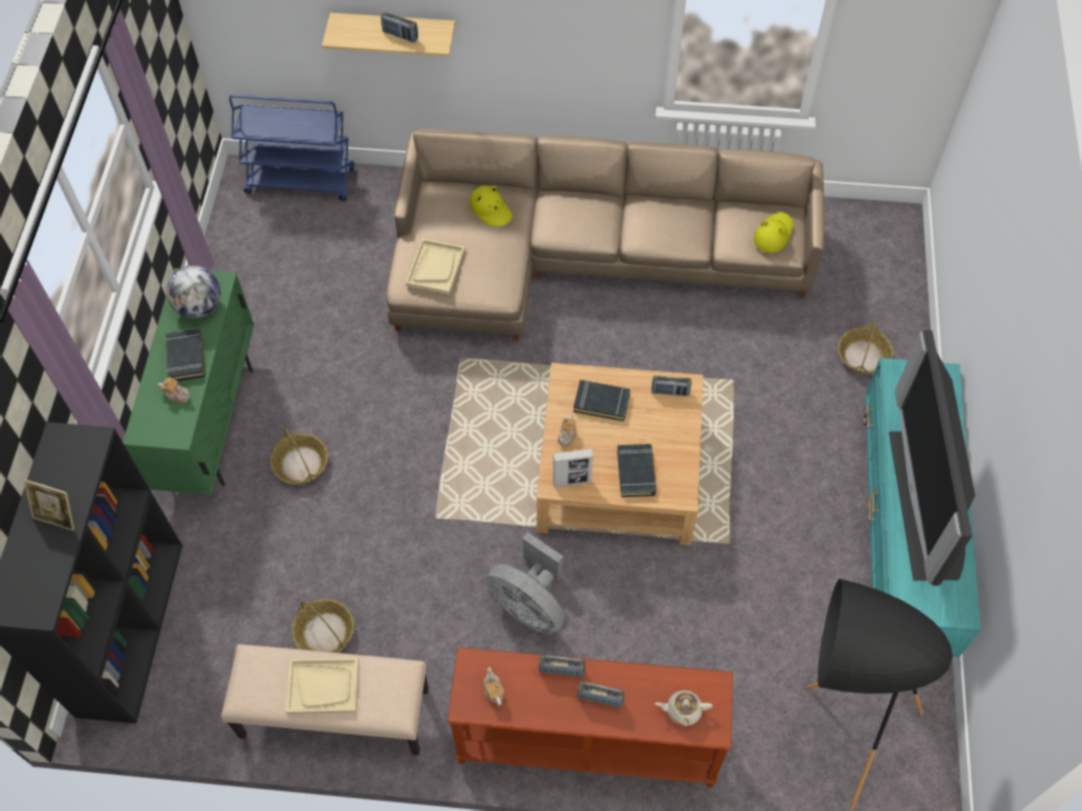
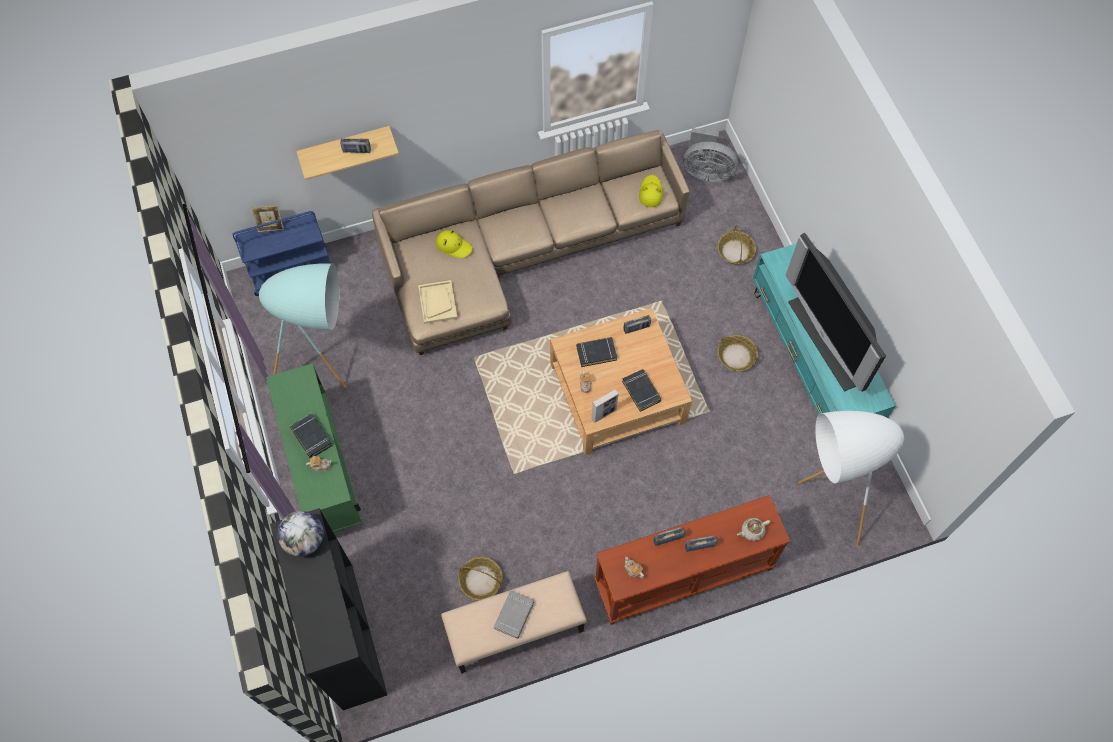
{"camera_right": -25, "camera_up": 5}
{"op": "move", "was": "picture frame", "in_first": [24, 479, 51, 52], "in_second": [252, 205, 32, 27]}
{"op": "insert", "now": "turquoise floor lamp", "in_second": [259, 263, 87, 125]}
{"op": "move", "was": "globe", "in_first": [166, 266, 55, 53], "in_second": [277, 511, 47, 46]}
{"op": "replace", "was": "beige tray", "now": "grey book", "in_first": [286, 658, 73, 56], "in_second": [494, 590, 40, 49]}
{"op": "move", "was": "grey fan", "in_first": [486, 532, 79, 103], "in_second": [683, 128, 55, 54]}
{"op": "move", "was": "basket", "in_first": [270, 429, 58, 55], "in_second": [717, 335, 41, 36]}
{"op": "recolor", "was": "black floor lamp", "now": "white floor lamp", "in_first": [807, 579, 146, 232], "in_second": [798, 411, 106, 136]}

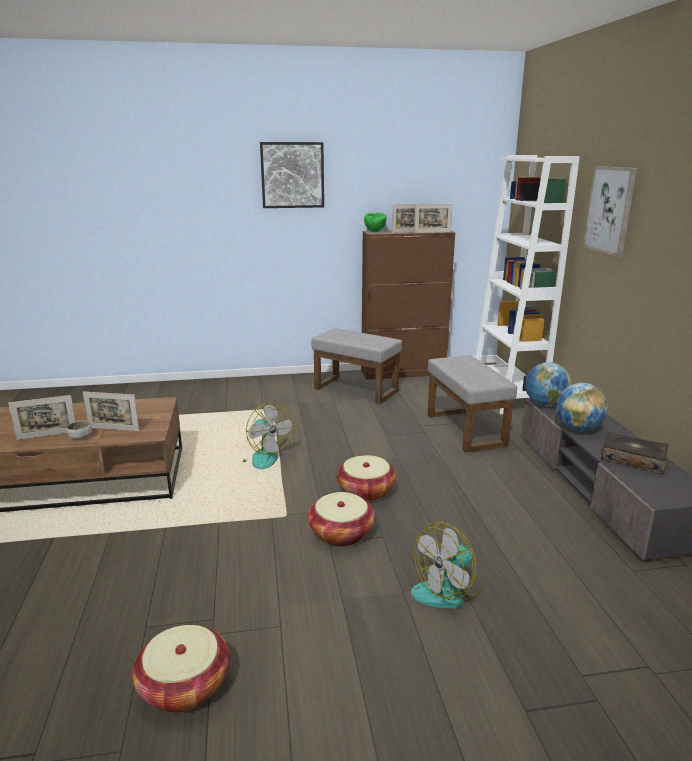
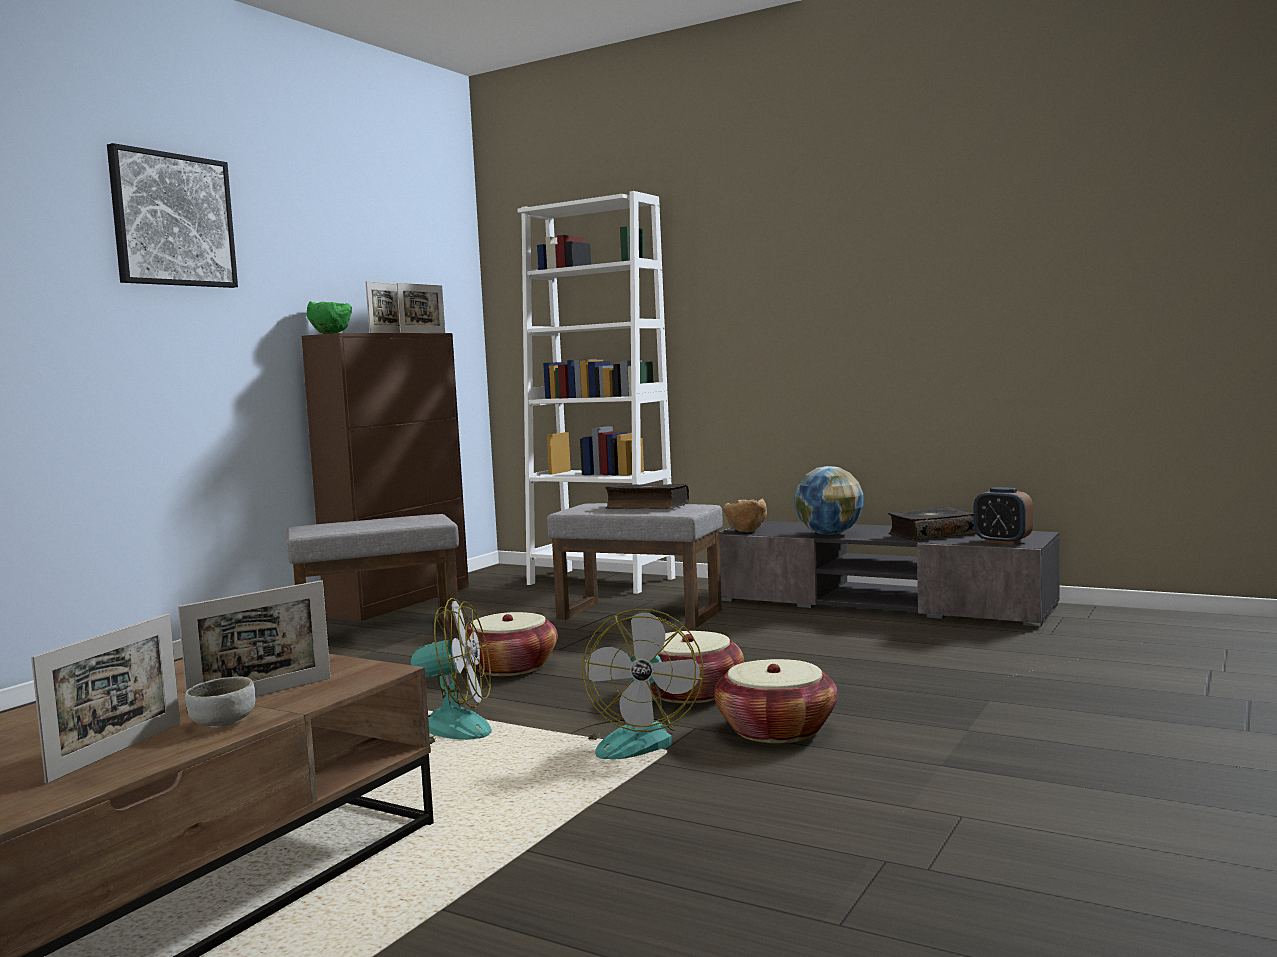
{"camera_right": -50, "camera_up": -15}
{"op": "move", "was": "basket", "in_first": [132, 625, 98, 88], "in_second": [461, 612, 97, 64]}
{"op": "move", "was": "fan", "in_first": [411, 522, 72, 86], "in_second": [571, 609, 132, 150]}
{"op": "insert", "now": "book", "in_second": [605, 484, 84, 25]}
{"op": "replace", "was": "globe", "now": "brown bowl", "in_first": [525, 362, 47, 45], "in_second": [723, 499, 44, 33]}
{"op": "insert", "now": "alarm clock", "in_second": [973, 487, 60, 58]}
{"op": "delete", "was": "picture", "in_first": [583, 166, 54, 91]}

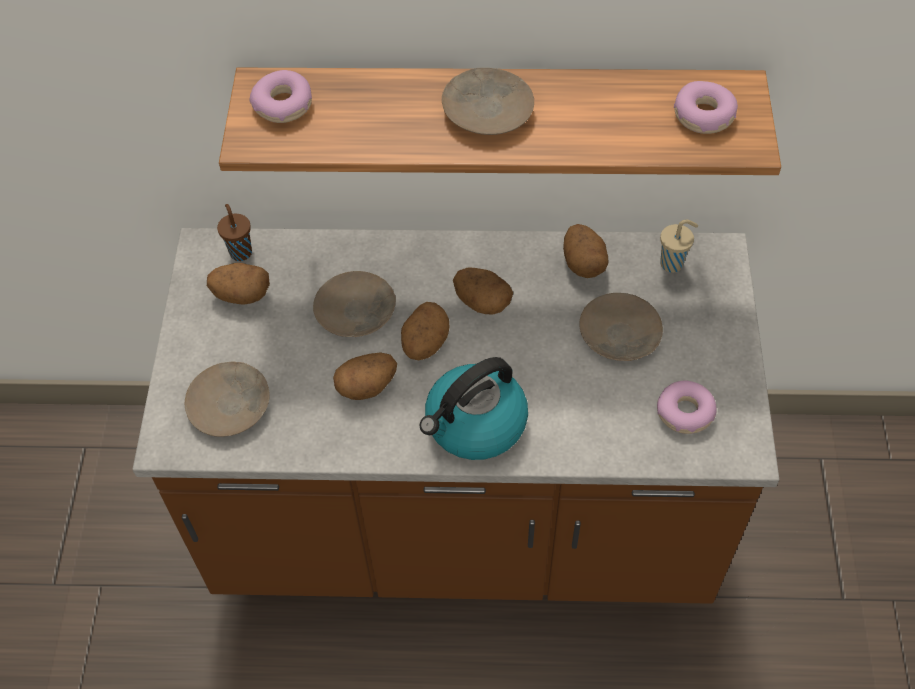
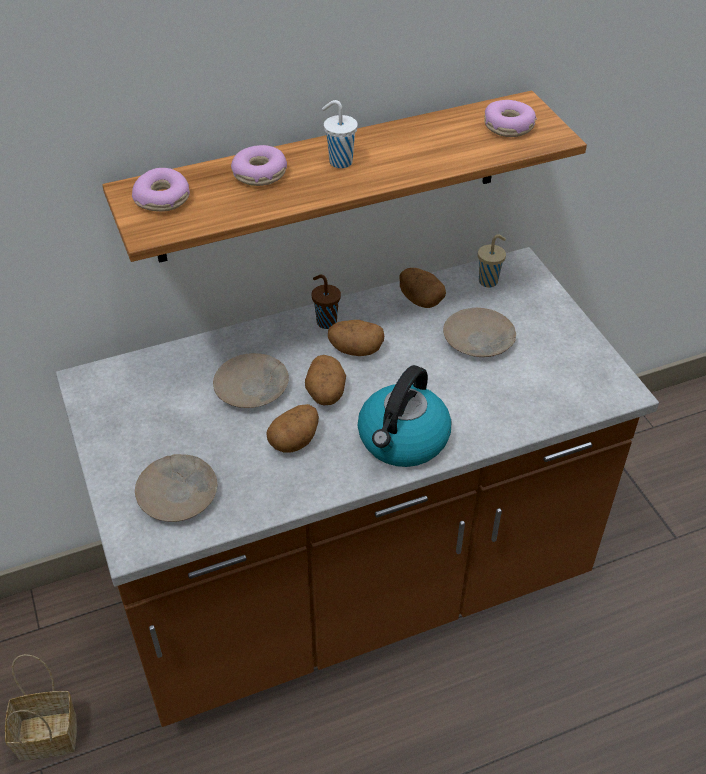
{"camera_right": -25, "camera_up": -10}
{"op": "insert", "now": "basket", "in_second": [5, 654, 72, 106]}
{"op": "move", "was": "donut", "in_first": [657, 381, 60, 53], "in_second": [231, 145, 56, 41]}
{"op": "move", "was": "brown cup", "in_first": [217, 204, 35, 57], "in_second": [311, 275, 30, 54]}
{"op": "replace", "was": "beige plate", "now": "white cup", "in_first": [442, 68, 92, 67], "in_second": [322, 100, 36, 68]}
{"op": "delete", "was": "potato", "in_first": [207, 263, 63, 42]}

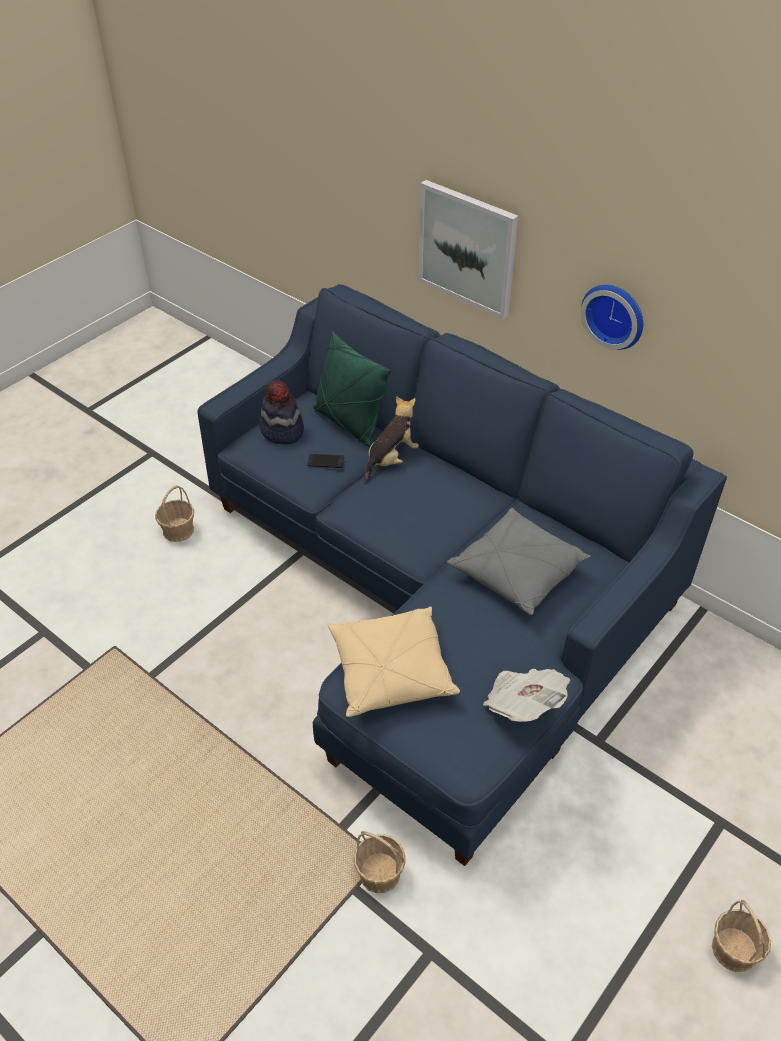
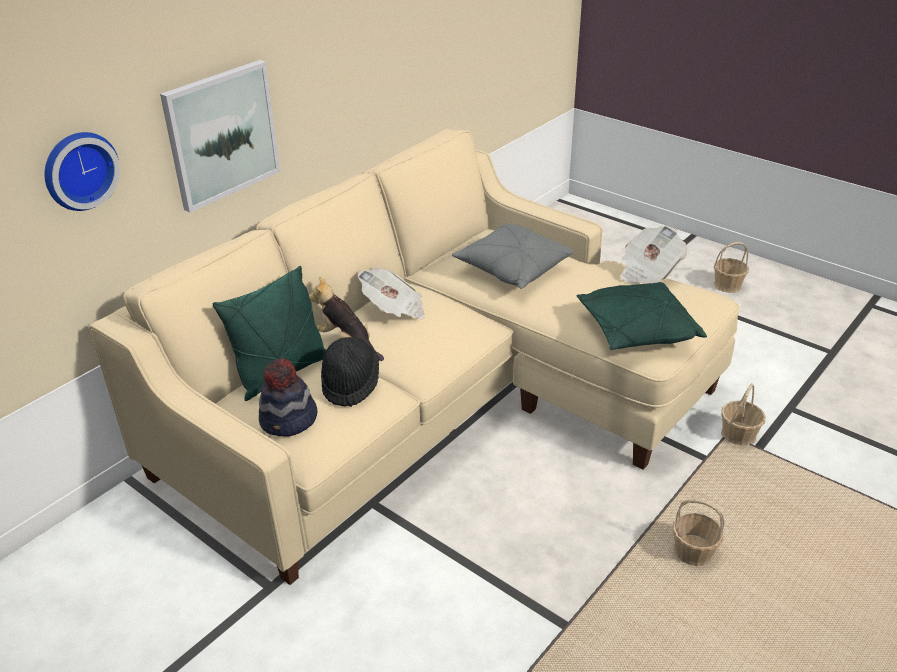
{"camera_right": -90, "camera_up": -10}
{"op": "move", "was": "wall clock", "in_first": [581, 285, 62, 65], "in_second": [45, 132, 75, 79]}
{"op": "recolor", "was": "blue sofa", "now": "beige sofa", "in_first": [197, 284, 530, 582], "in_second": [88, 129, 652, 456]}
{"op": "replace", "was": "phone", "now": "black hat", "in_first": [307, 454, 37, 14], "in_second": [321, 337, 58, 70]}
{"op": "insert", "now": "newspaper", "in_second": [358, 268, 67, 51]}
{"op": "recolor", "was": "beige pillow", "now": "green pillow", "in_first": [328, 606, 132, 111], "in_second": [576, 282, 131, 68]}
{"op": "move", "was": "basket", "in_first": [155, 485, 39, 57], "in_second": [673, 499, 52, 67]}

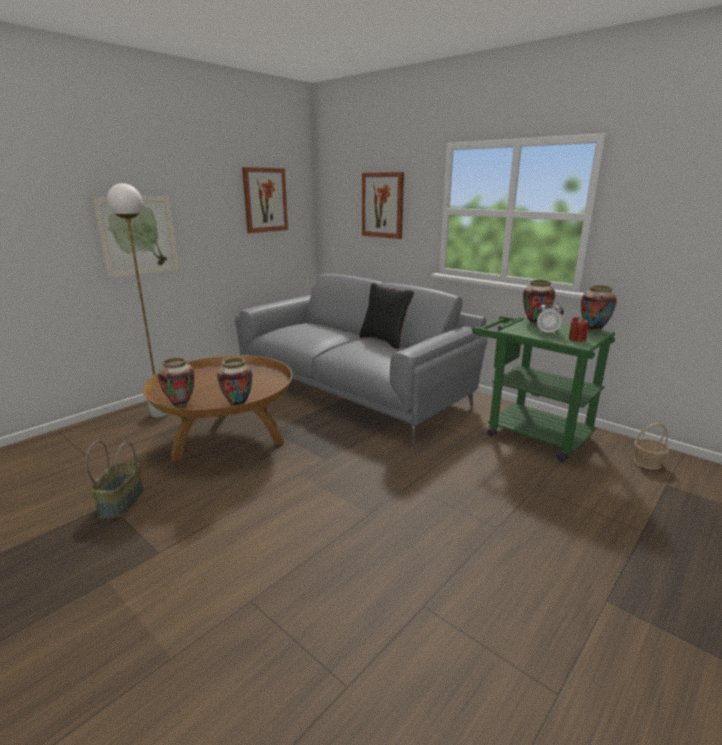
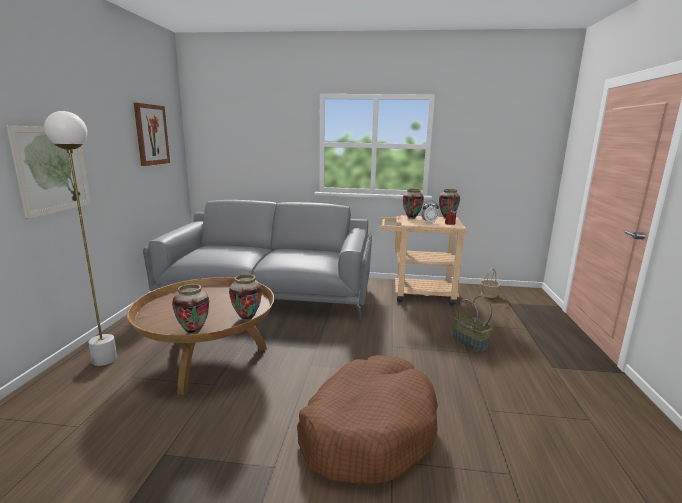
{"camera_right": -35, "camera_up": -5}
{"op": "insert", "now": "brown dog bed", "in_second": [297, 355, 141, 130]}
{"op": "recolor", "was": "green cart", "now": "beige cart", "in_first": [472, 316, 143, 146], "in_second": [379, 215, 88, 91]}
{"op": "move", "was": "basket", "in_first": [86, 441, 58, 77], "in_second": [453, 296, 39, 56]}
{"op": "delete", "was": "black pillow", "in_first": [359, 283, 55, 66]}
{"op": "delete", "was": "picture", "in_first": [362, 172, 42, 67]}

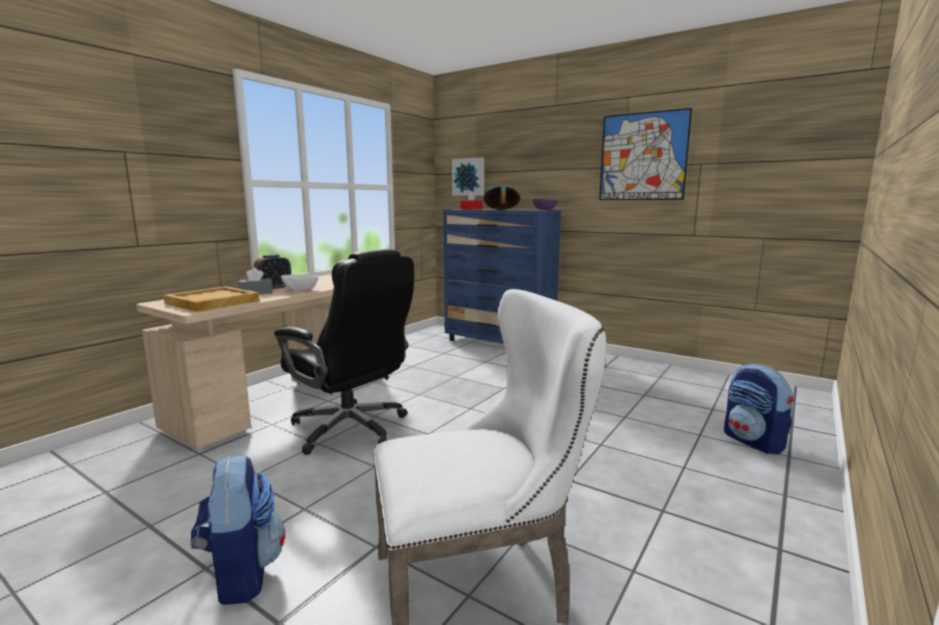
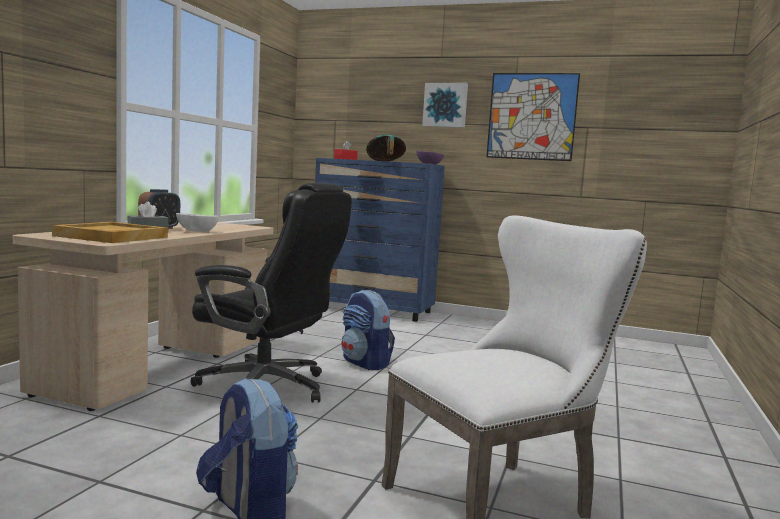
{"camera_right": -15, "camera_up": -5}
{"op": "move", "was": "backpack", "in_first": [724, 364, 70, 91], "in_second": [342, 290, 53, 80]}
{"op": "move", "was": "picture", "in_first": [452, 158, 32, 38], "in_second": [422, 83, 46, 45]}

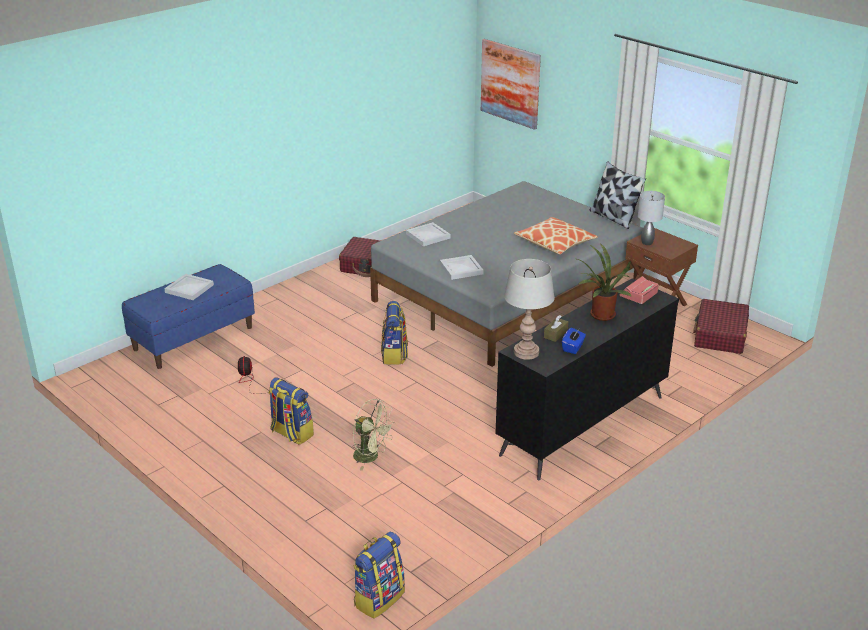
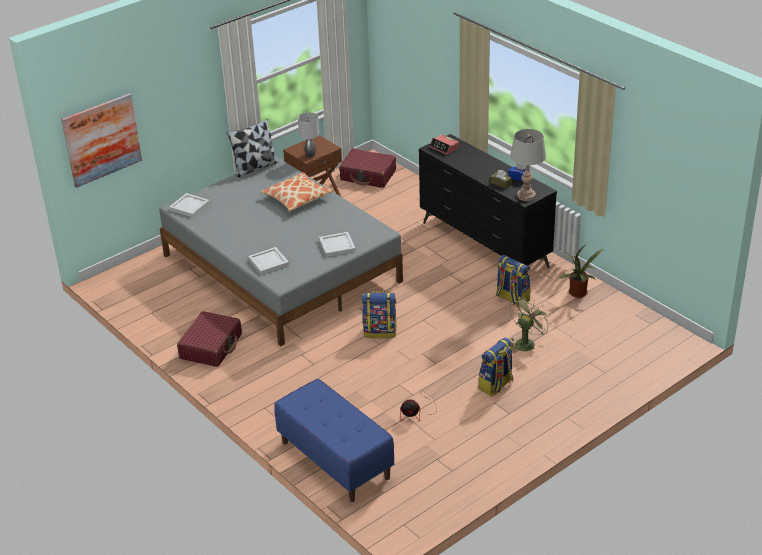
{"camera_right": -85, "camera_up": 5}
{"op": "move", "was": "white tray", "in_first": [164, 274, 50, 26], "in_second": [169, 193, 41, 24]}
{"op": "move", "was": "backpack", "in_first": [353, 531, 52, 88], "in_second": [496, 255, 35, 52]}
{"op": "move", "was": "potted plant", "in_first": [577, 243, 55, 78], "in_second": [559, 243, 44, 55]}

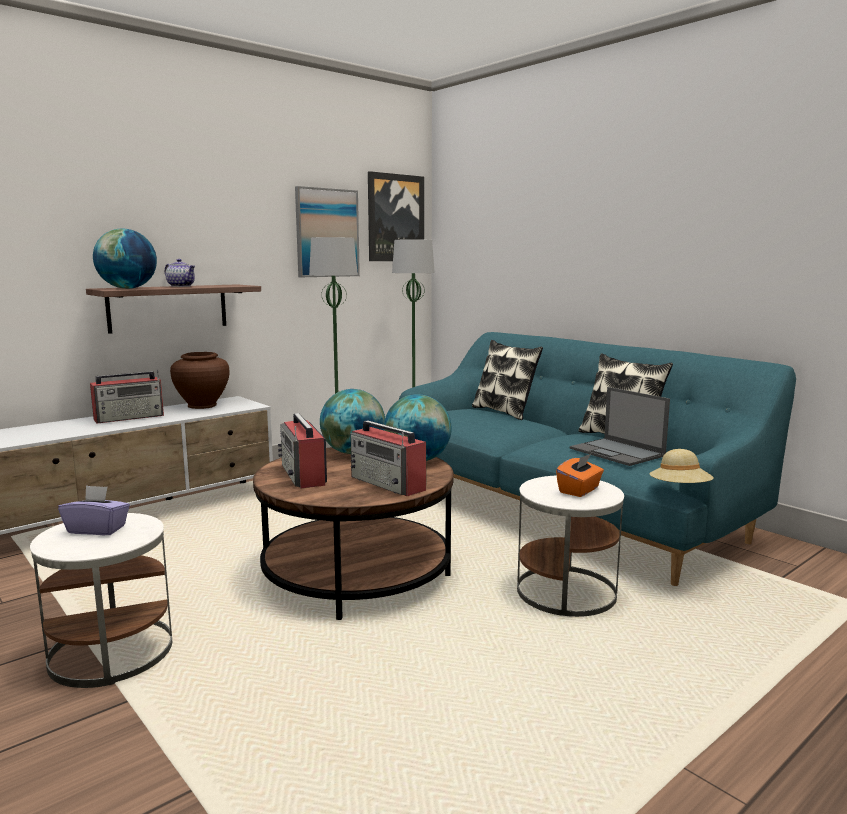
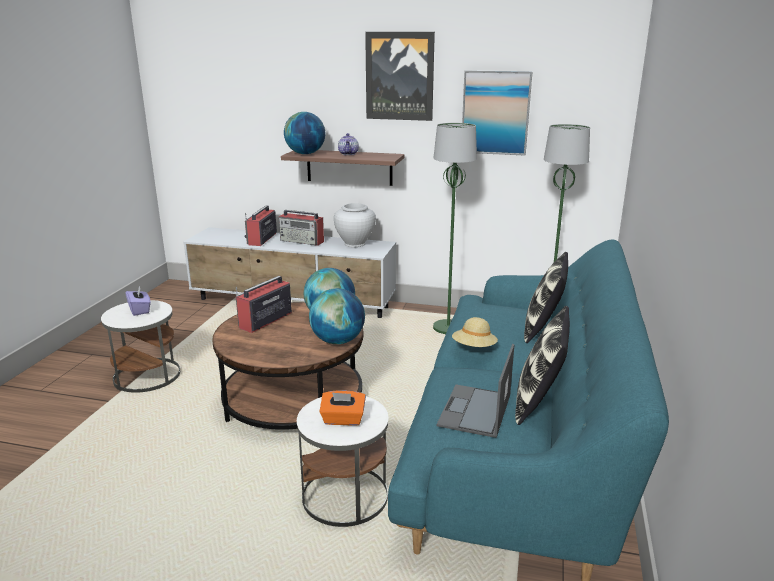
{"camera_right": 55, "camera_up": 10}
{"op": "move", "was": "radio", "in_first": [351, 420, 75, 76], "in_second": [244, 205, 33, 41]}
{"op": "recolor", "was": "brown vase", "now": "white vase", "in_first": [170, 352, 60, 57], "in_second": [334, 203, 42, 44]}
{"op": "move", "was": "picture", "in_first": [368, 171, 56, 90], "in_second": [365, 32, 70, 89]}
{"op": "move", "was": "beige hat", "in_first": [650, 449, 64, 34], "in_second": [452, 317, 46, 30]}

